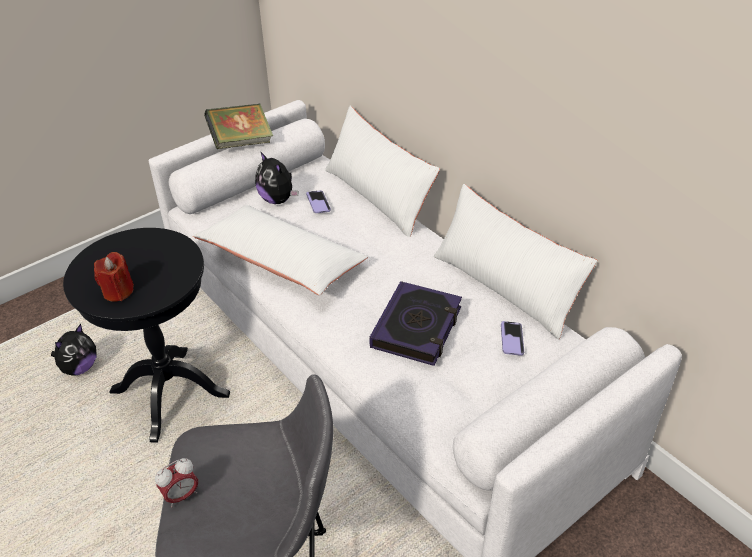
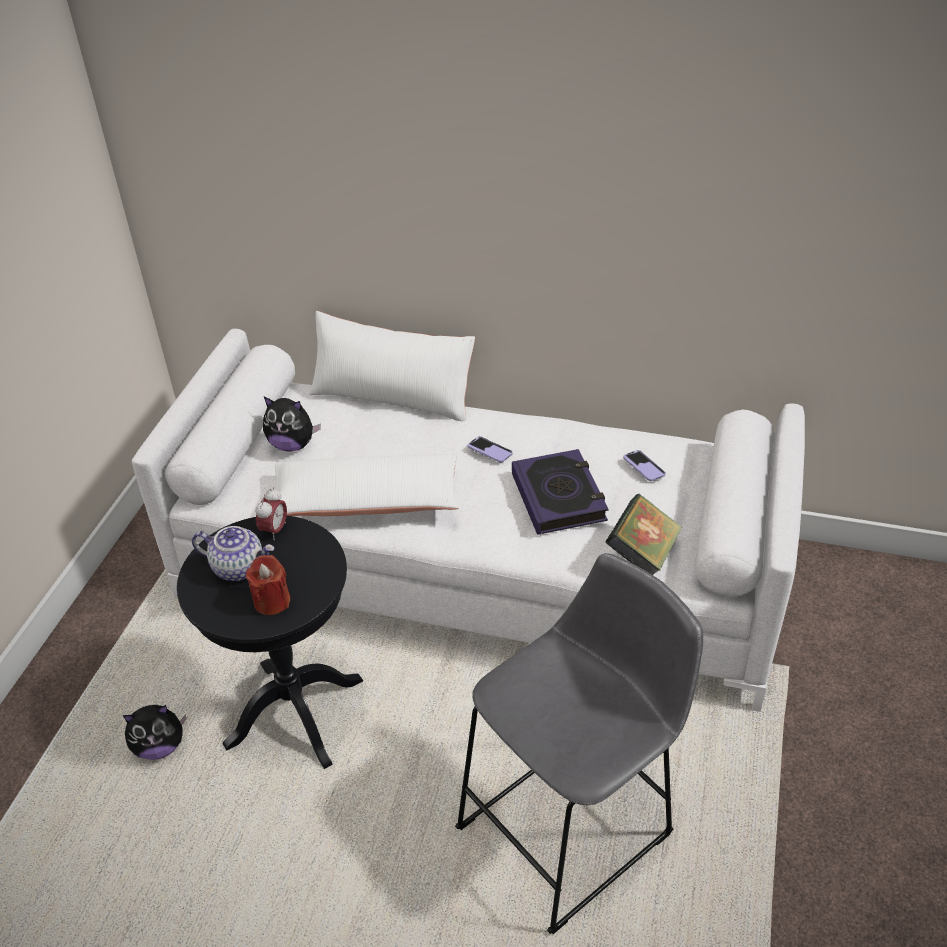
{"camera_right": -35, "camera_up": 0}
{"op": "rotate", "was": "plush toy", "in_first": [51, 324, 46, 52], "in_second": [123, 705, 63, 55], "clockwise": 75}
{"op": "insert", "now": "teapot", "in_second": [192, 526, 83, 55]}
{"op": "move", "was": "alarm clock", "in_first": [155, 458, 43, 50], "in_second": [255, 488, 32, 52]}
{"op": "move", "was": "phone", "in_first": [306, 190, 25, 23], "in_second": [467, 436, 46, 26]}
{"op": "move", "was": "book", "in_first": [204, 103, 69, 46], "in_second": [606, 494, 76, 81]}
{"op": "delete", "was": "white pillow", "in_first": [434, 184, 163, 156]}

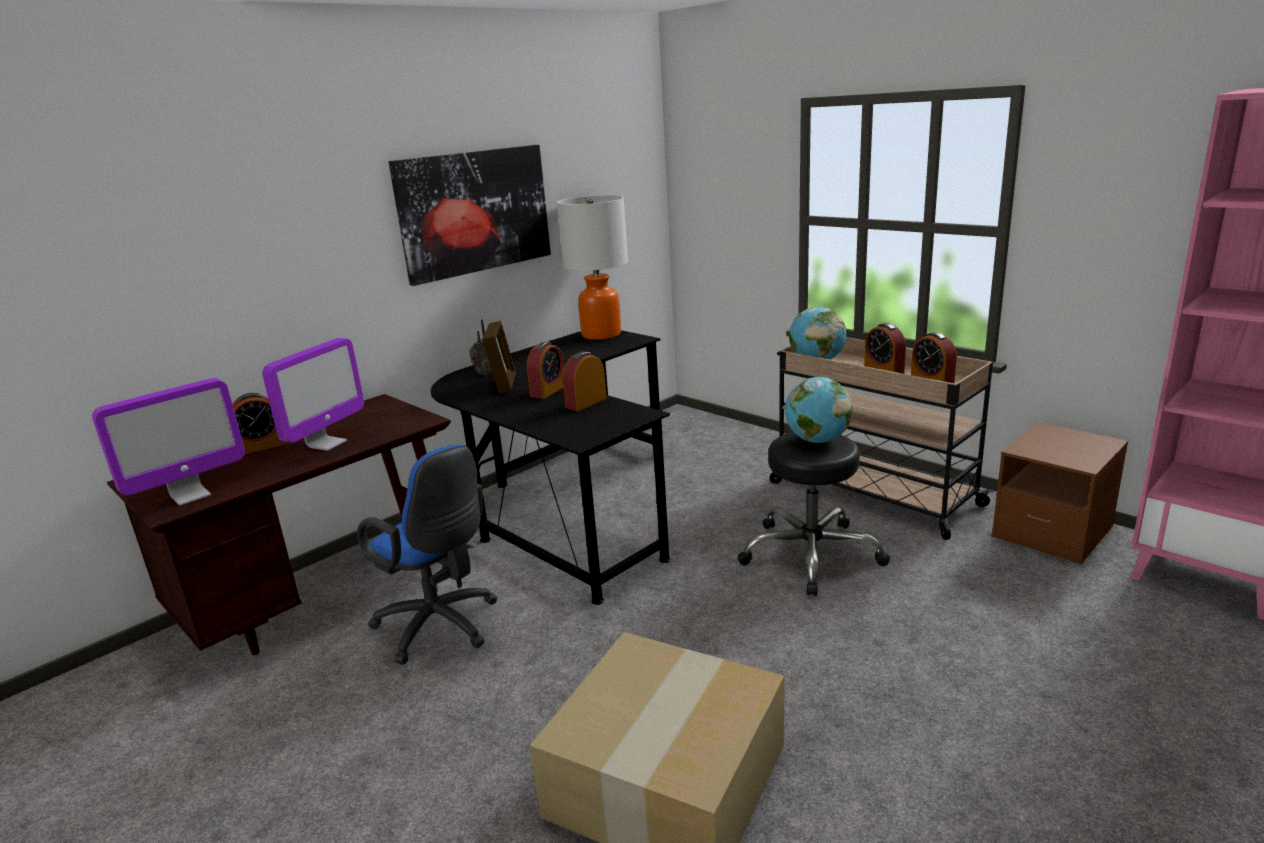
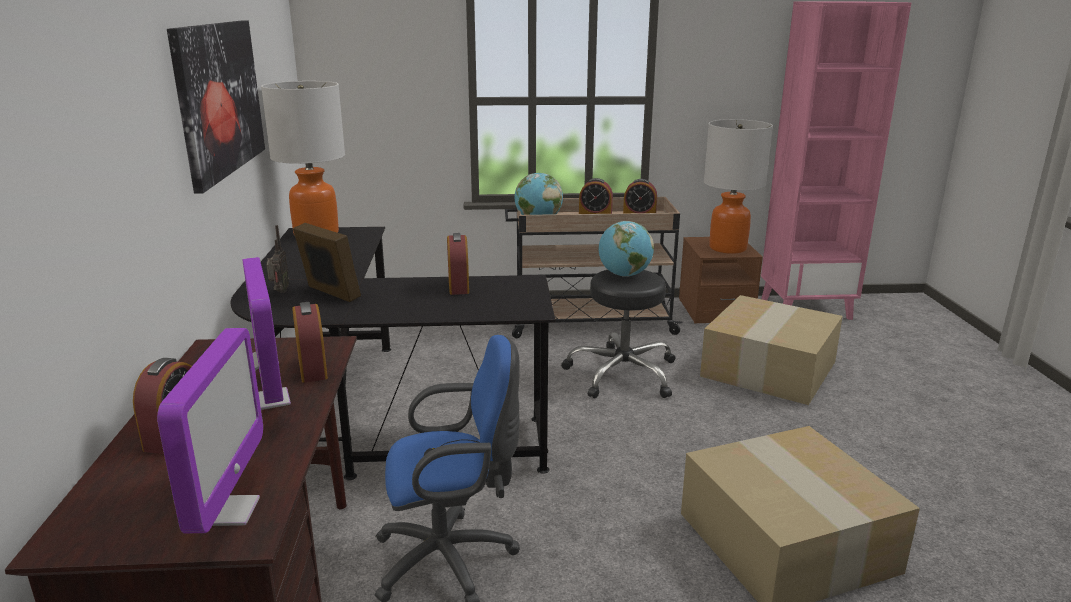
{"camera_right": -50, "camera_up": 0}
{"op": "move", "was": "alarm clock", "in_first": [527, 342, 37, 57], "in_second": [292, 302, 36, 81]}
{"op": "insert", "now": "cardboard box", "in_second": [700, 295, 143, 110]}
{"op": "insert", "now": "table lamp", "in_second": [704, 119, 69, 135]}

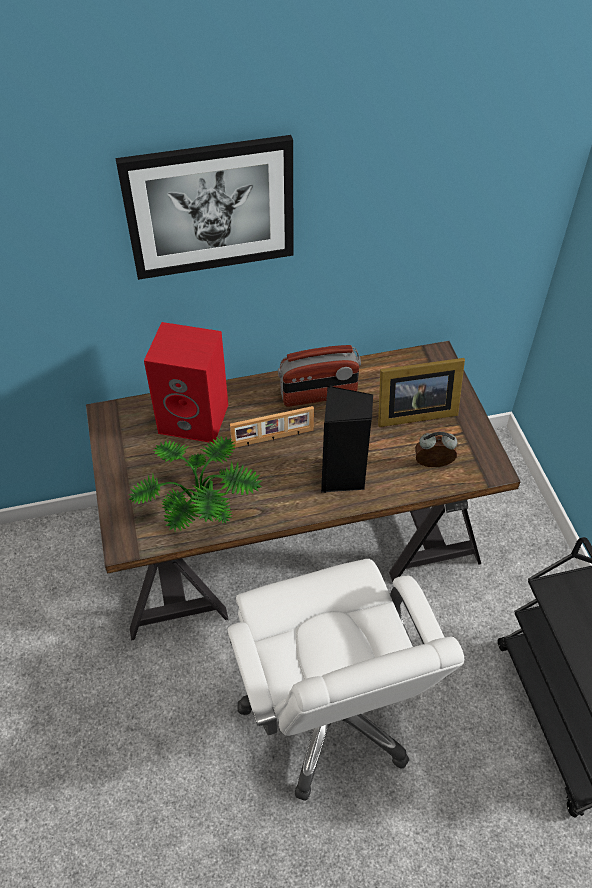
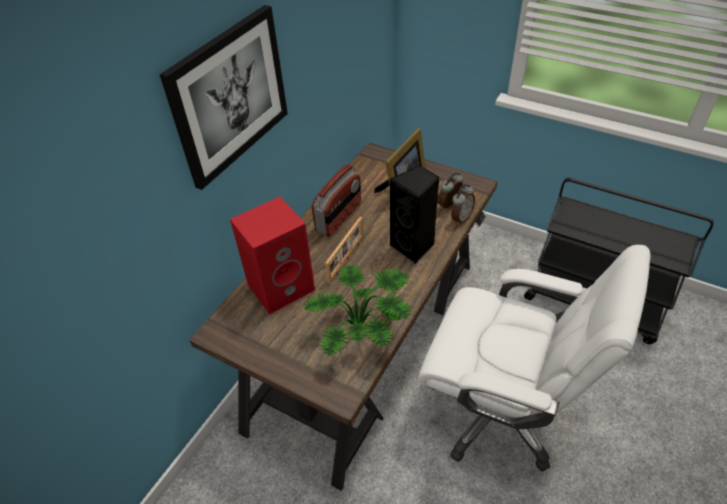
{"camera_right": -45, "camera_up": -5}
{"op": "insert", "now": "alarm clock", "in_second": [451, 184, 24, 41]}

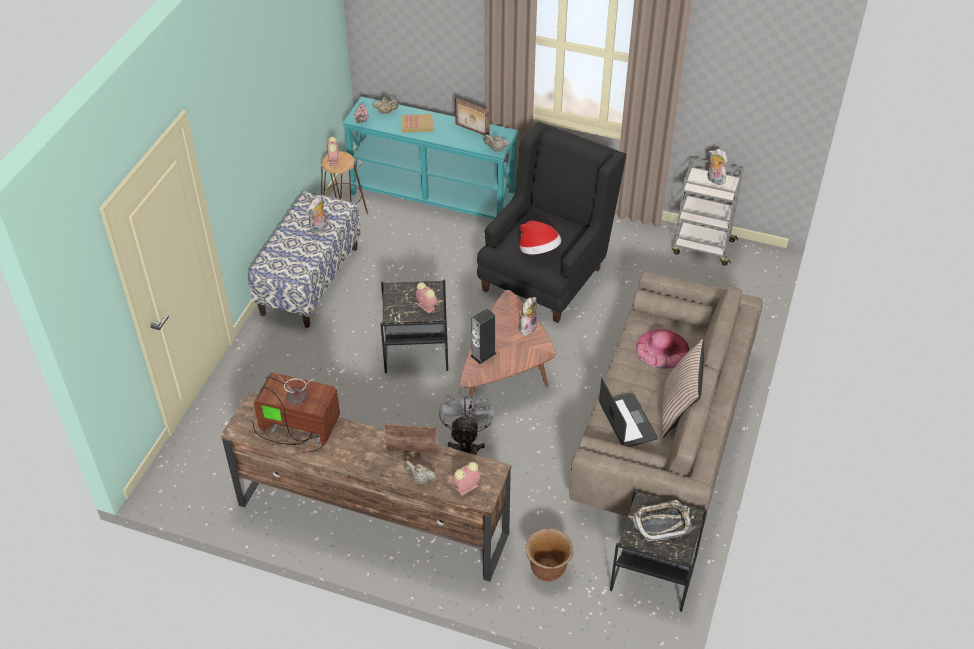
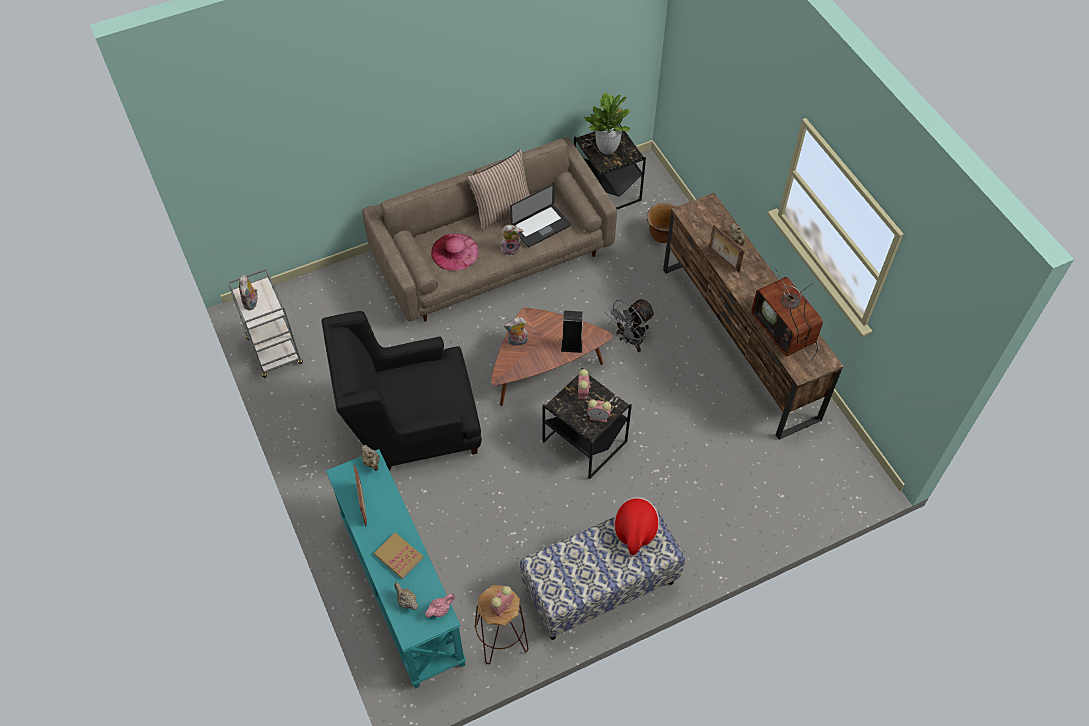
{"camera_right": -135, "camera_up": 10}
{"op": "move", "was": "plush toy", "in_first": [306, 197, 22, 36], "in_second": [501, 225, 22, 31]}
{"op": "rotate", "was": "laptop", "in_first": [599, 378, 59, 69], "in_second": [510, 184, 61, 63], "clockwise": -150}
{"op": "replace", "was": "tray", "now": "potted plant", "in_first": [633, 500, 59, 41], "in_second": [584, 92, 47, 62]}
{"op": "move", "was": "alarm clock", "in_first": [453, 462, 28, 34], "in_second": [587, 399, 24, 23]}
{"op": "move", "was": "hat", "in_first": [519, 221, 42, 33], "in_second": [614, 497, 45, 60]}

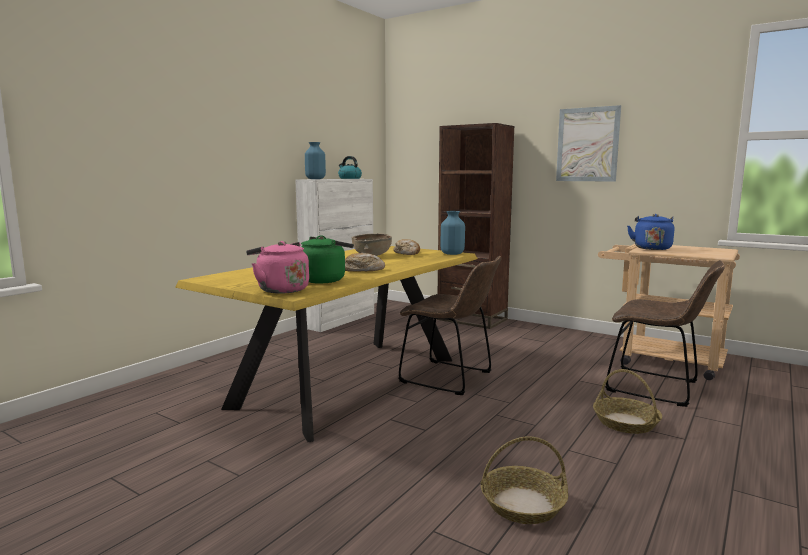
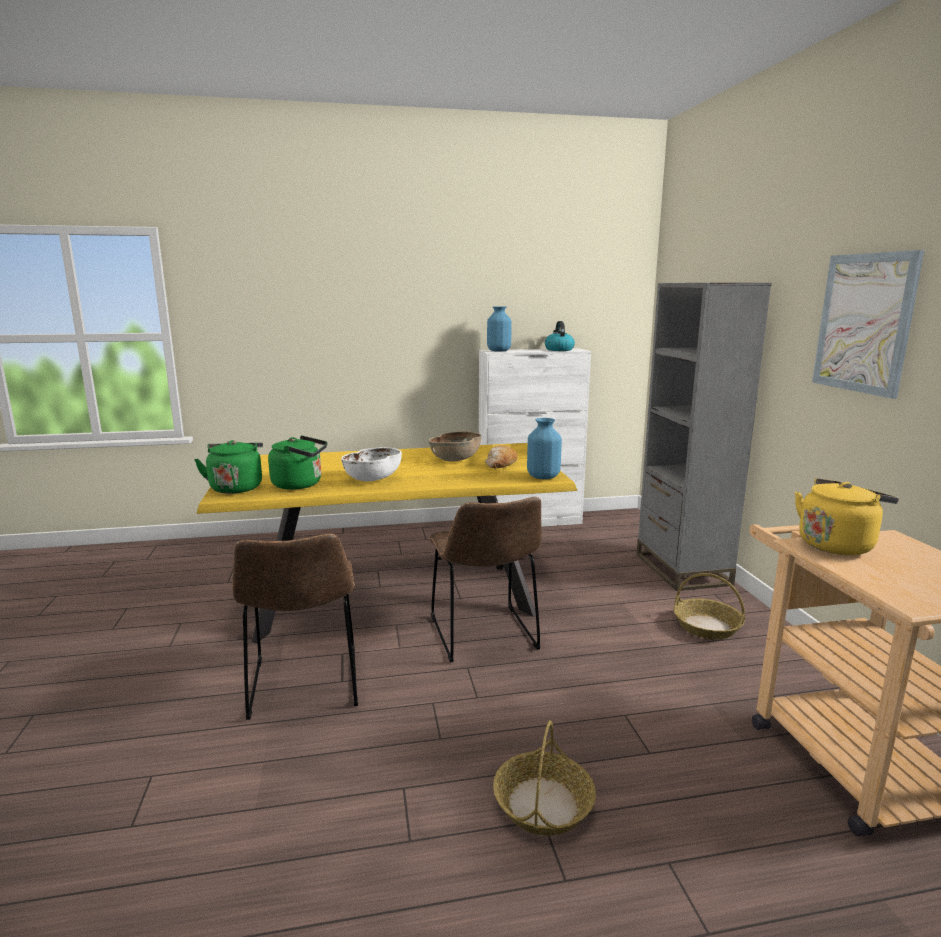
{"camera_right": 45, "camera_up": 5}
{"op": "recolor", "was": "pink kettle", "now": "green kettle", "in_first": [246, 241, 63, 53], "in_second": [194, 440, 69, 54]}
{"op": "move", "was": "brown chair", "in_first": [605, 260, 120, 147], "in_second": [232, 533, 126, 187]}
{"op": "replace", "was": "bread", "now": "white bowl", "in_first": [345, 253, 40, 19], "in_second": [341, 447, 61, 34]}
{"op": "recolor", "was": "brown bookcase", "now": "grey bookcase", "in_first": [437, 123, 78, 206], "in_second": [636, 283, 136, 308]}
{"op": "move", "was": "basket", "in_first": [481, 436, 87, 88], "in_second": [674, 573, 71, 66]}
{"op": "recolor", "was": "blue kettle", "now": "yellow kettle", "in_first": [627, 214, 48, 36], "in_second": [795, 478, 104, 77]}

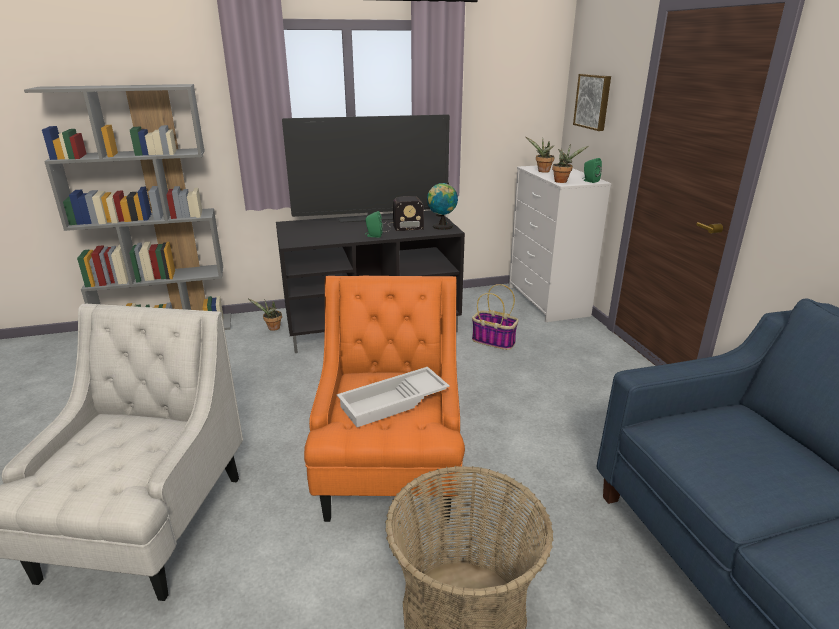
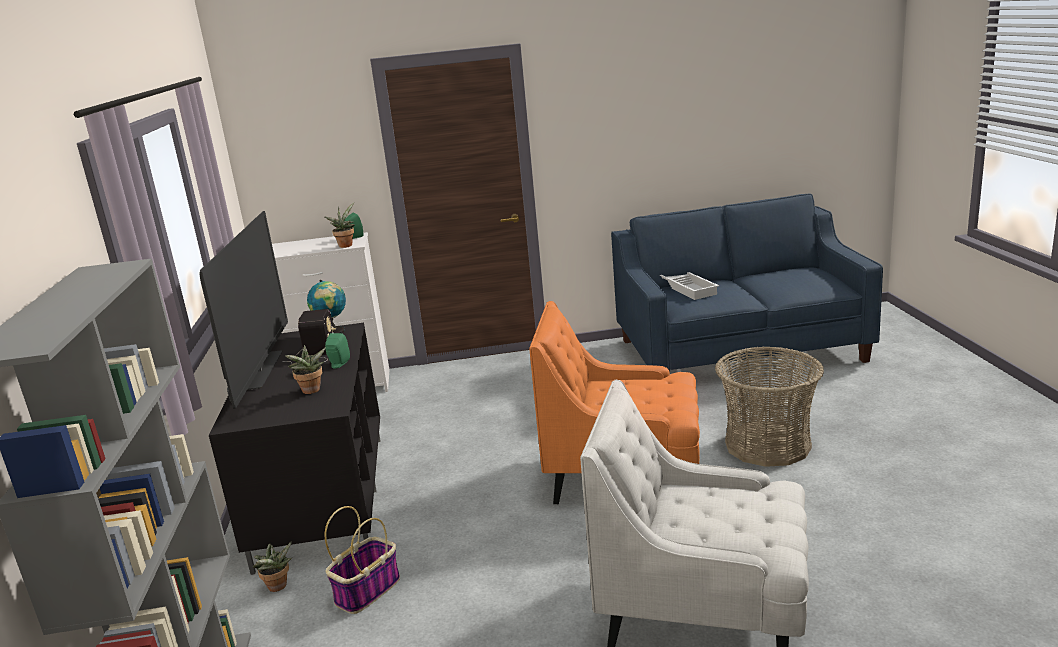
{"camera_right": -80, "camera_up": -5}
{"op": "move", "was": "potted plant", "in_first": [526, 137, 28, 35], "in_second": [285, 345, 41, 49]}
{"op": "move", "was": "basket", "in_first": [472, 284, 46, 66], "in_second": [324, 506, 76, 108]}
{"op": "move", "was": "white tray", "in_first": [337, 367, 113, 60], "in_second": [660, 272, 59, 28]}
{"op": "delete", "was": "picture", "in_first": [573, 74, 38, 57]}

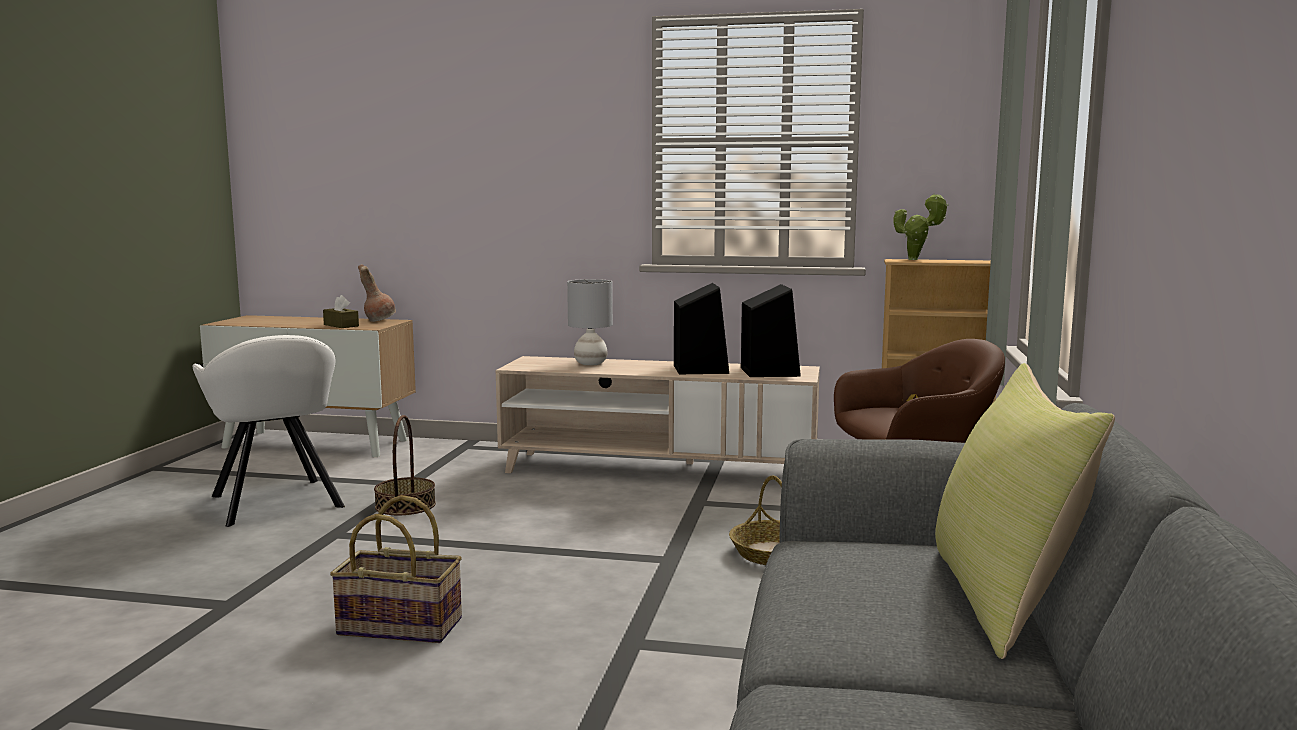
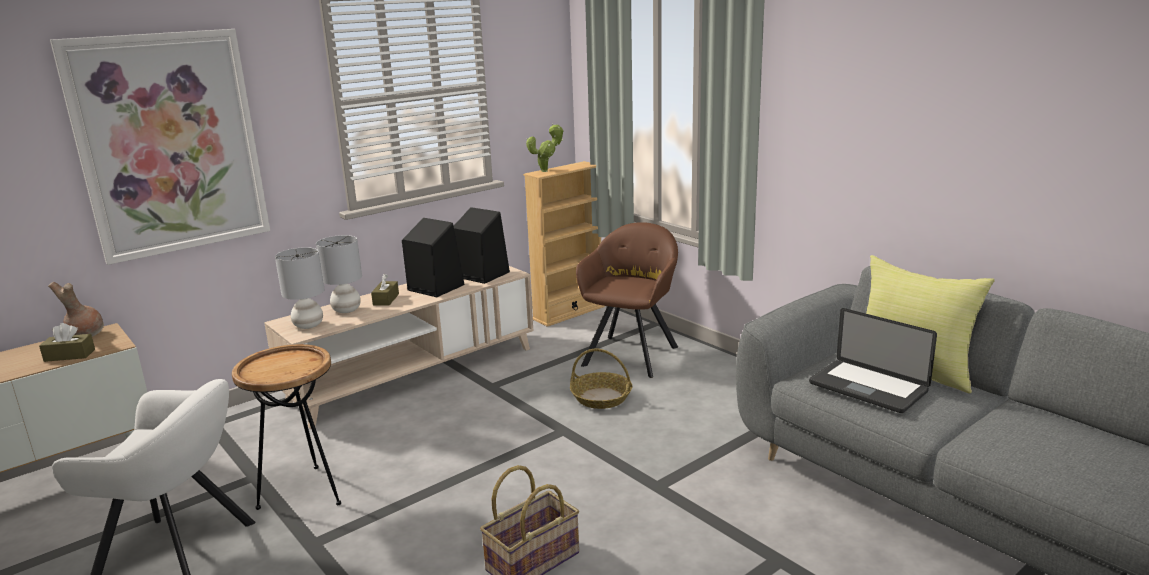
{"camera_right": -50, "camera_up": 10}
{"op": "insert", "now": "picture", "in_second": [50, 29, 220, 236]}
{"op": "replace", "was": "basket", "now": "brown side table", "in_first": [374, 415, 62, 100], "in_second": [232, 344, 109, 166]}
{"op": "insert", "now": "grey table lamp", "in_second": [275, 247, 50, 82]}
{"op": "insert", "now": "brown tissue box", "in_second": [371, 274, 28, 32]}
{"op": "insert", "now": "laptop", "in_second": [809, 308, 128, 105]}

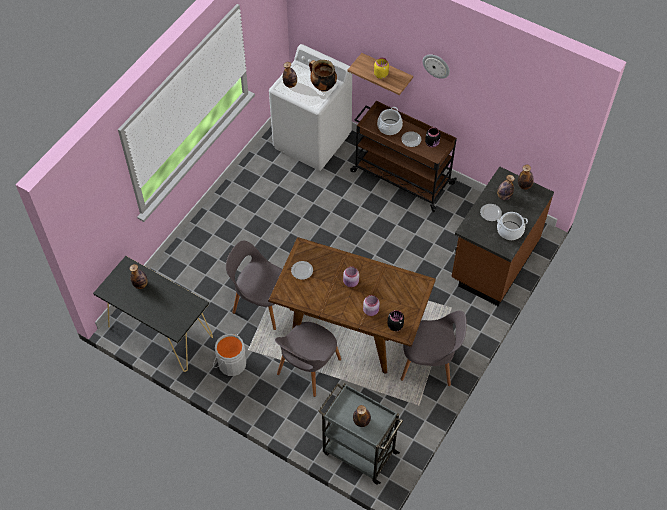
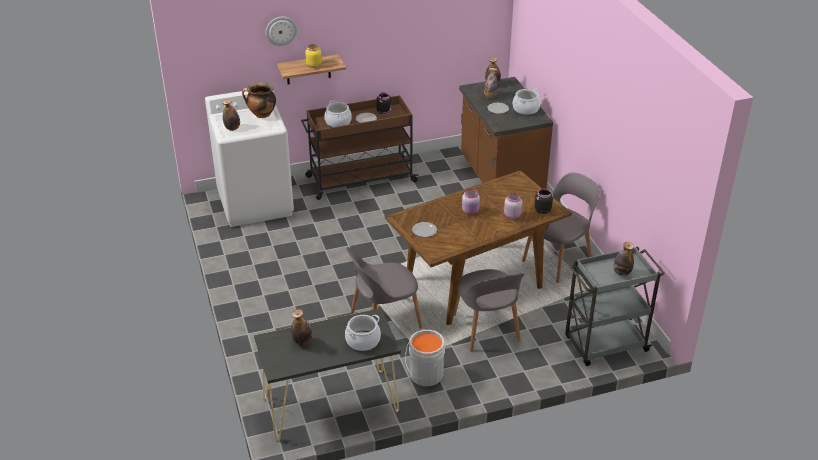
{"camera_right": -50, "camera_up": -20}
{"op": "move", "was": "wall clock", "in_first": [423, 54, 27, 25], "in_second": [266, 16, 31, 30]}
{"op": "insert", "now": "cooking pot", "in_second": [345, 315, 36, 36]}

